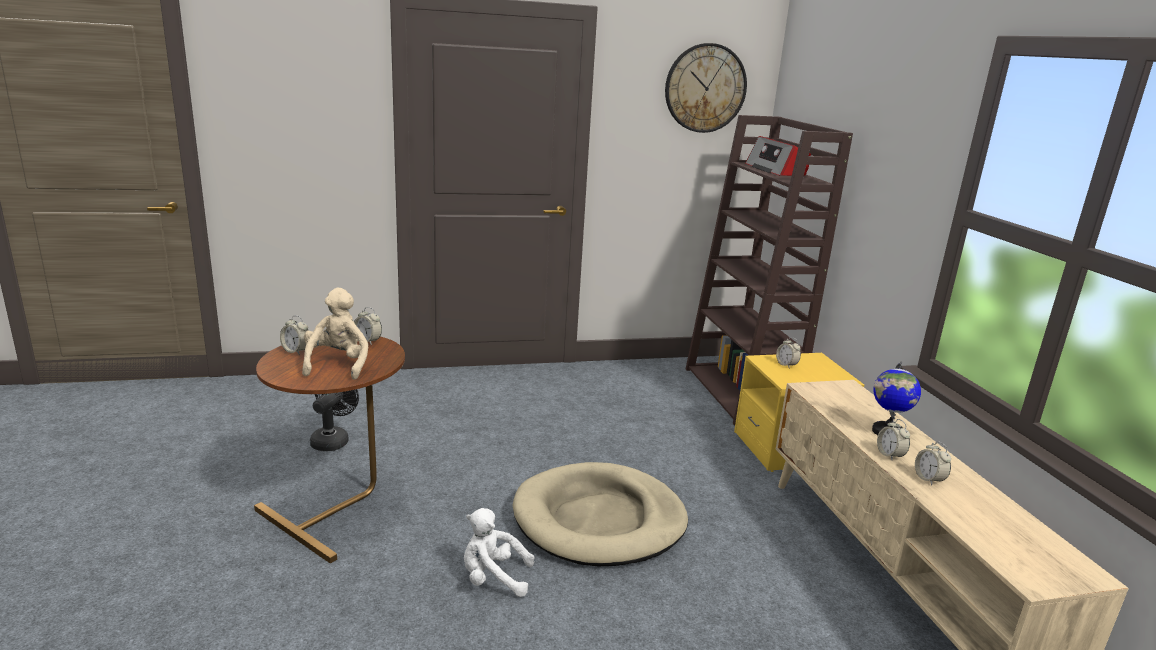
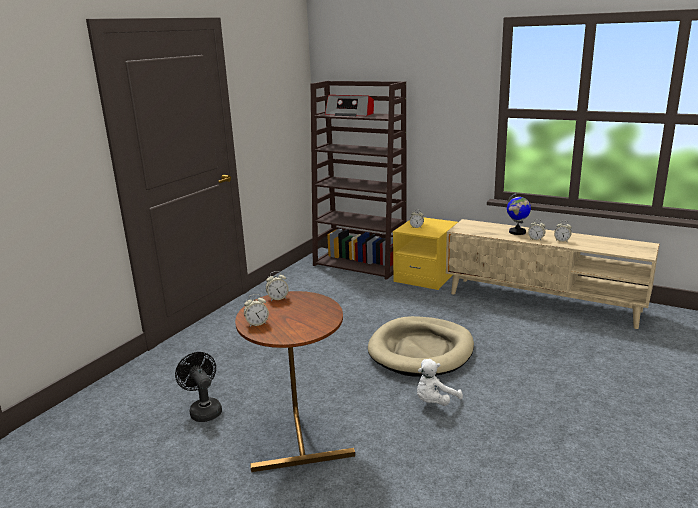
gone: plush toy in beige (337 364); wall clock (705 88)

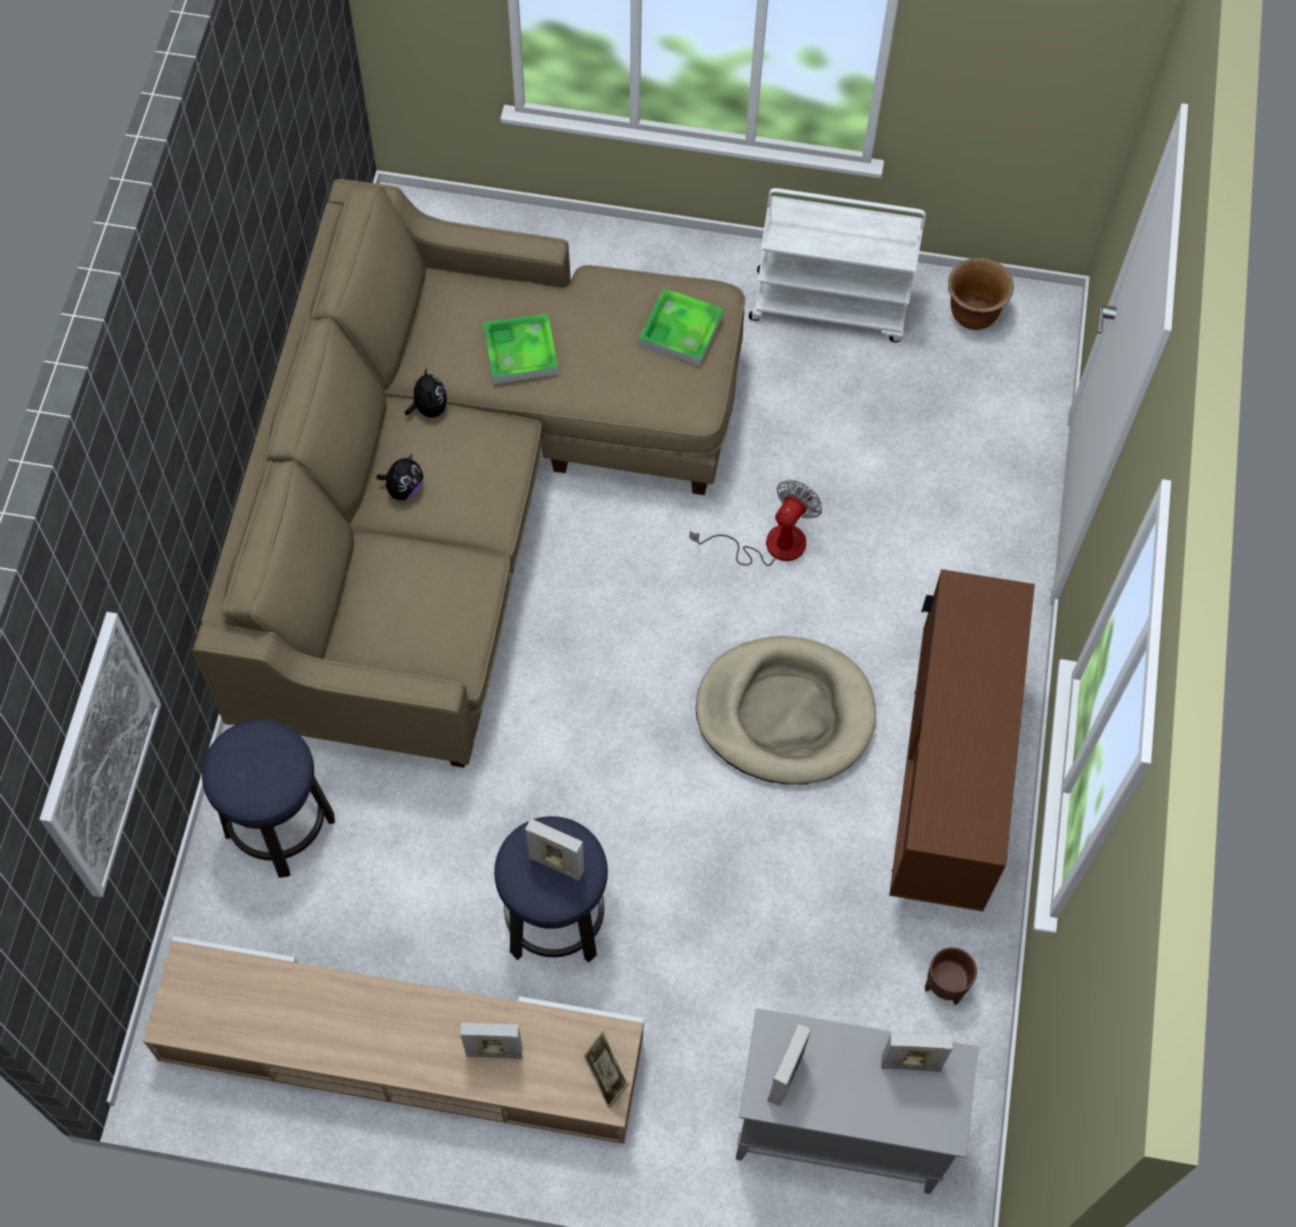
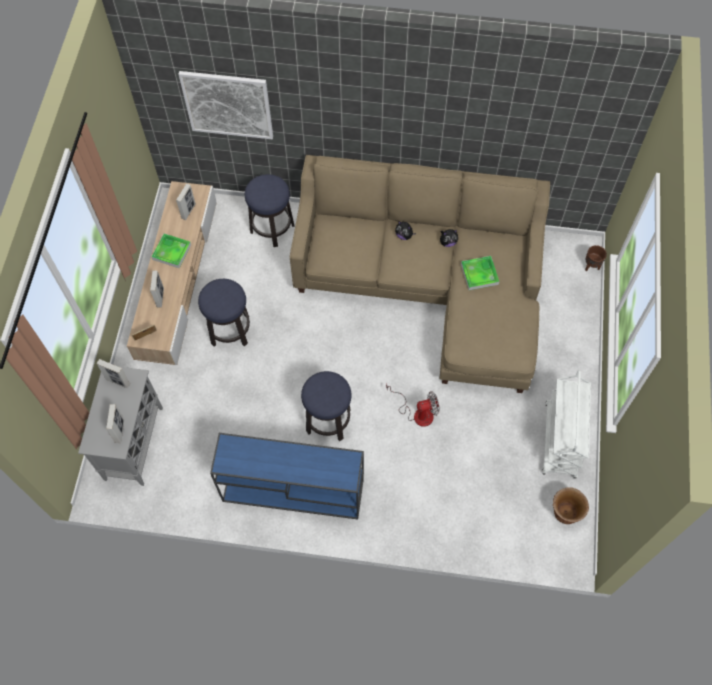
shifted: picture frame (556 864) to (188 211); tray (681 330) to (172 252); planter in brown (945 988) to (591 266)
swapped: dog bed in beige (785 713) to stool (328 420); cabinet in brown (943 788) to console table in blue (291 491)
rotated: fan (770 544) = (417 413) 45 degrees counterclockwise

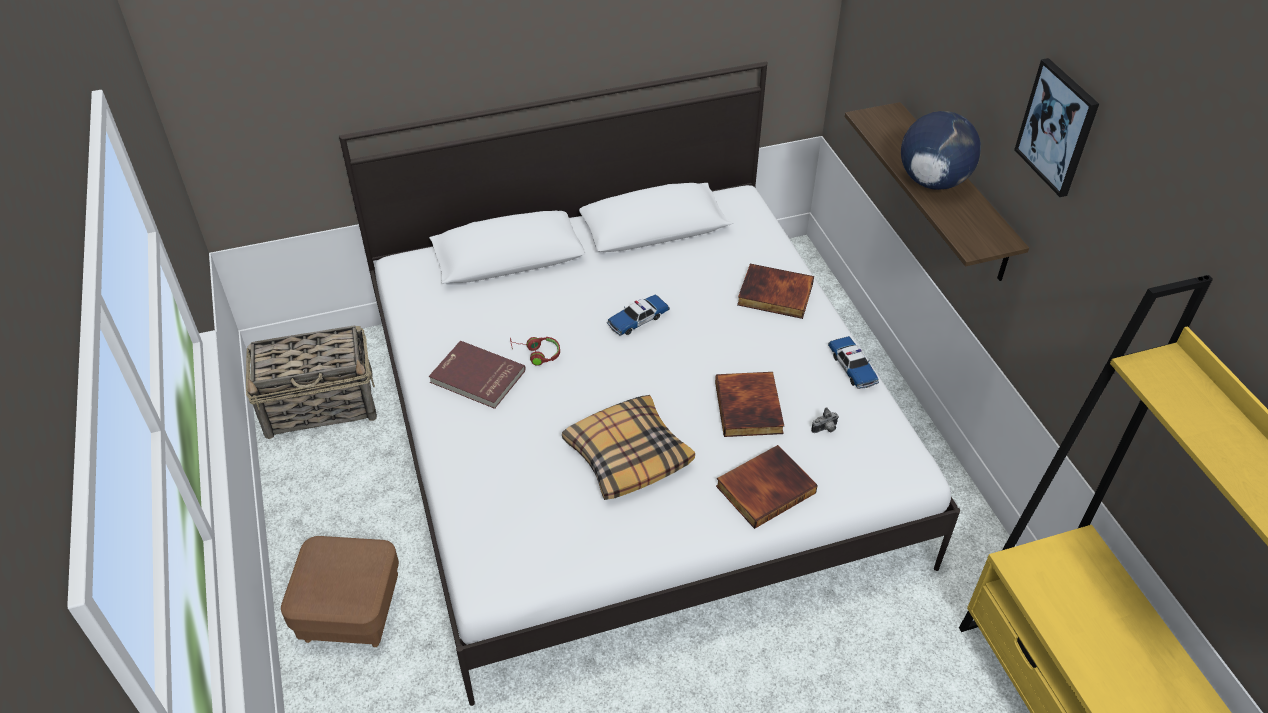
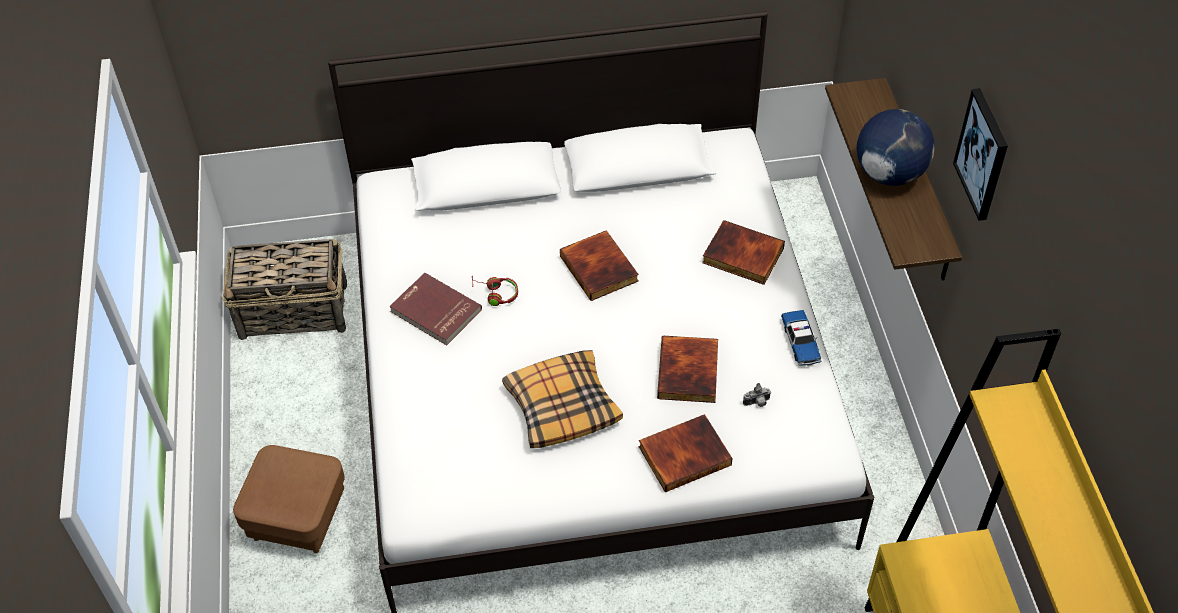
swapped: toy car (638 320) to book (600 268)

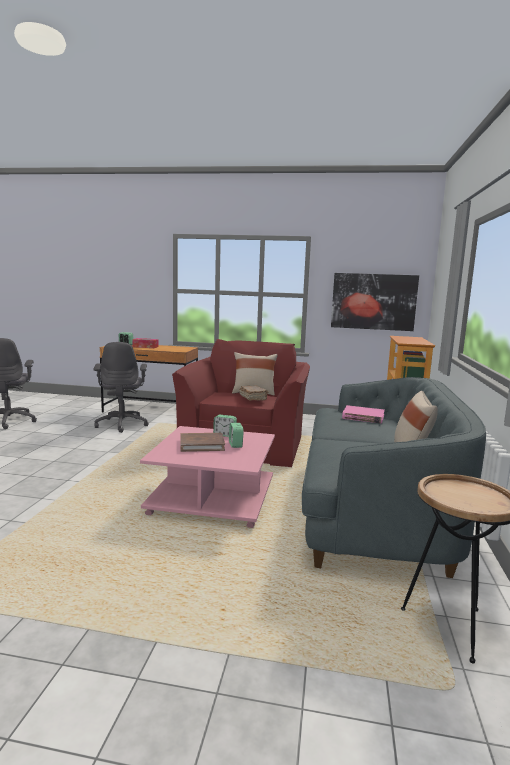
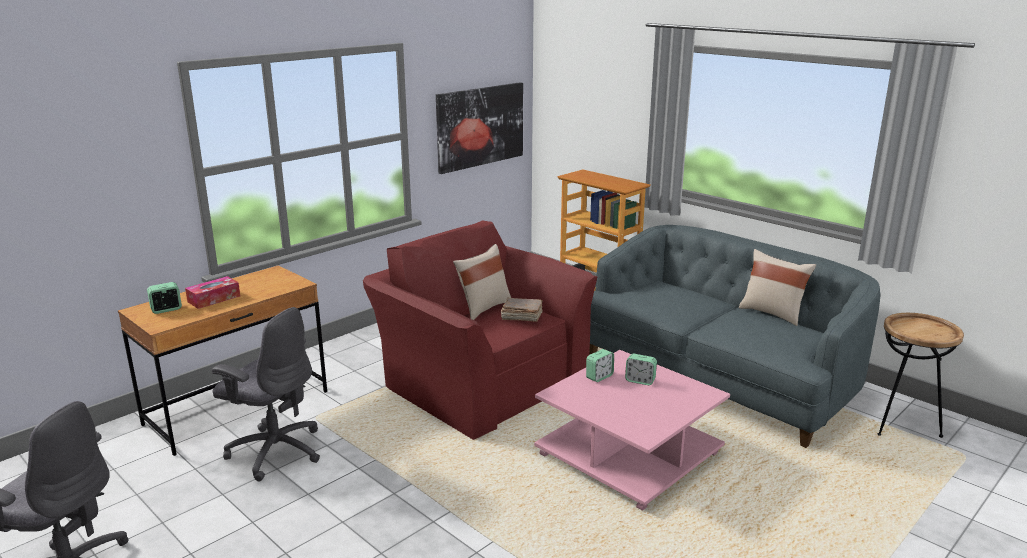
gone: book in brown (202 444); book in pink (363 417)

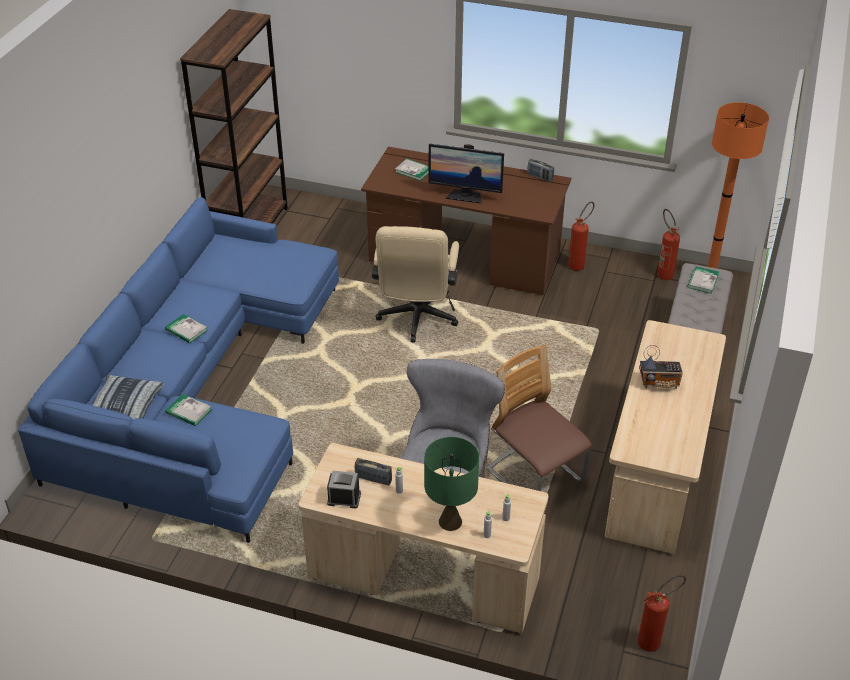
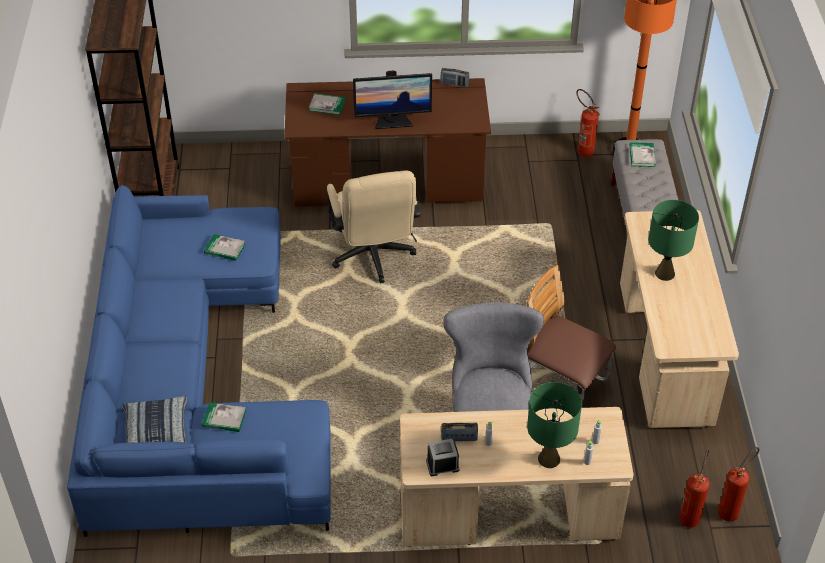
shifted: book (186 330) to (225 249); fire extinguisher (578 264) to (690 515)
swapped: radio (659 383) to table lamp in green (665 273)

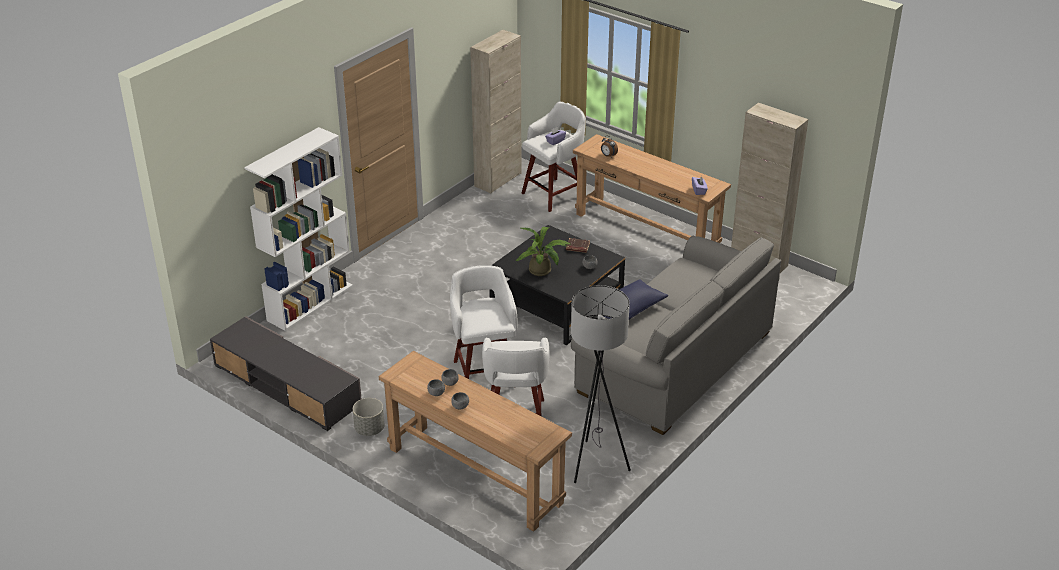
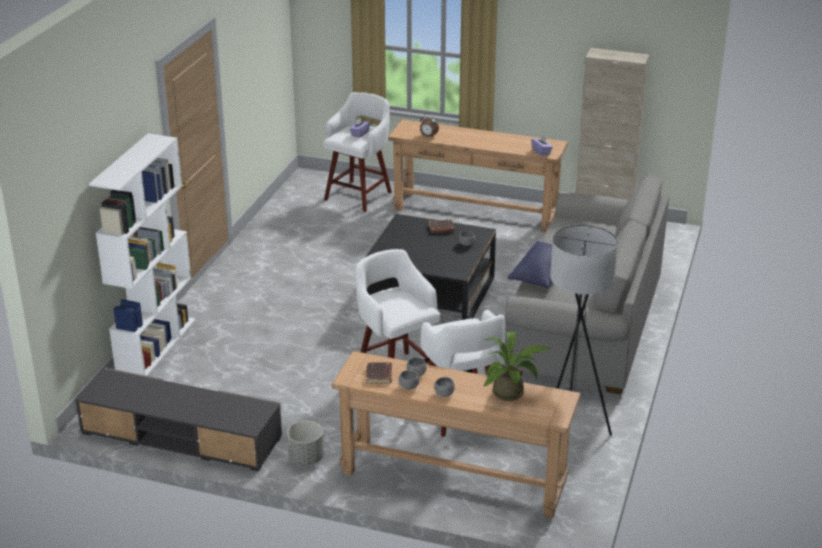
gone: cabinet in beige (498 180)
new: book in brown (379 375)
shifted: potted plant (542 271) to (512 393)

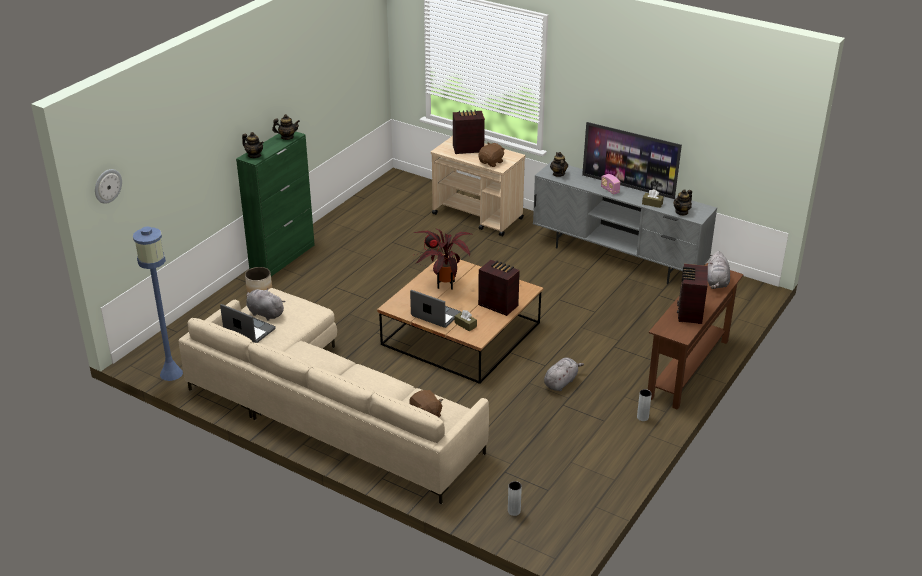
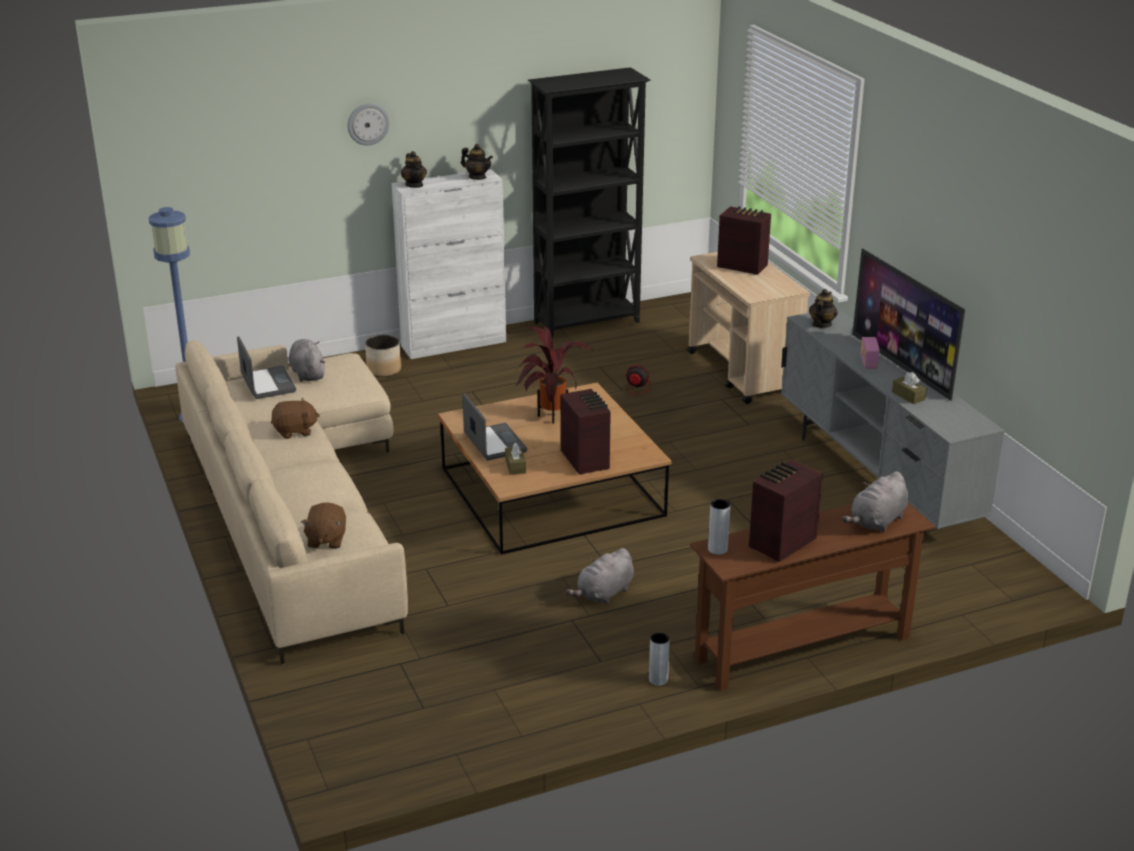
gone: teapot (681 212)
new: bookcase in black (588 323)
shifted: wall clock (107 185) to (368 123); plush toy in brown (491 162) to (295 431); vase in grey (514 511) to (717 549)
repainted: cabinet in green (283 258) to cabinet in white (454 344)
rotated: plush toy in grey (561 382) = (604 594) 150 degrees clockwise

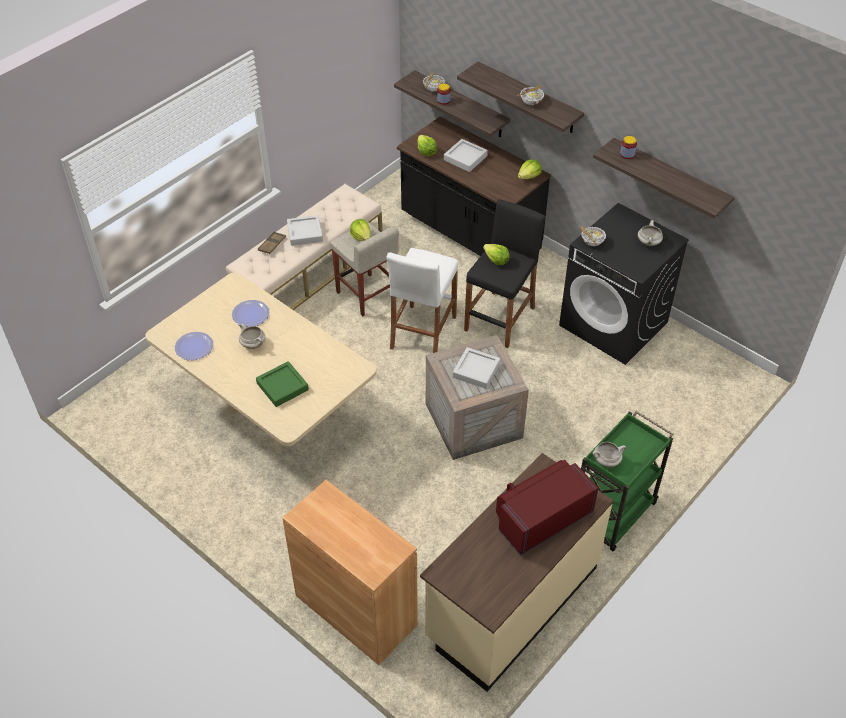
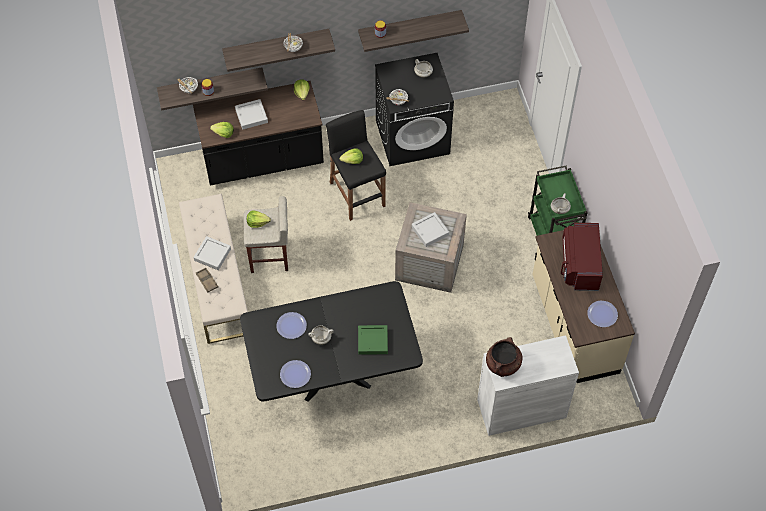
gone: stool in white (422 332)
new: cooking pot in brown (503 364); plate (602 314)
repainted: dining table in beige (269 415) to dining table in black (333 375); cabinet in brown (356 610) to cabinet in white (521 408)

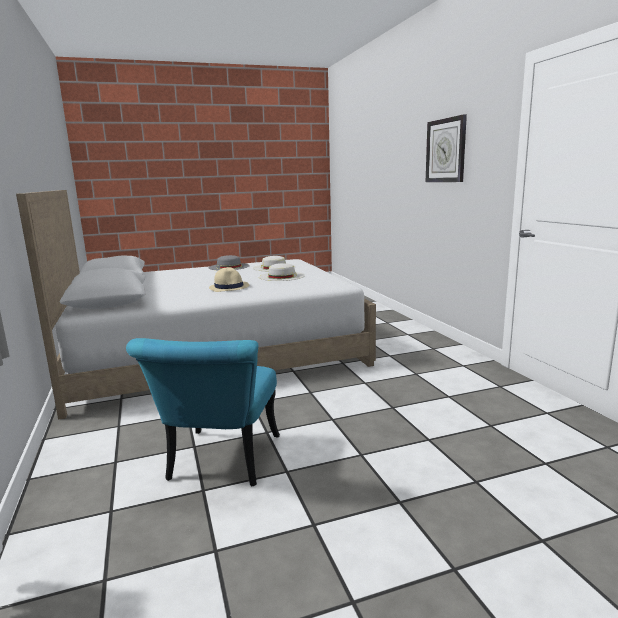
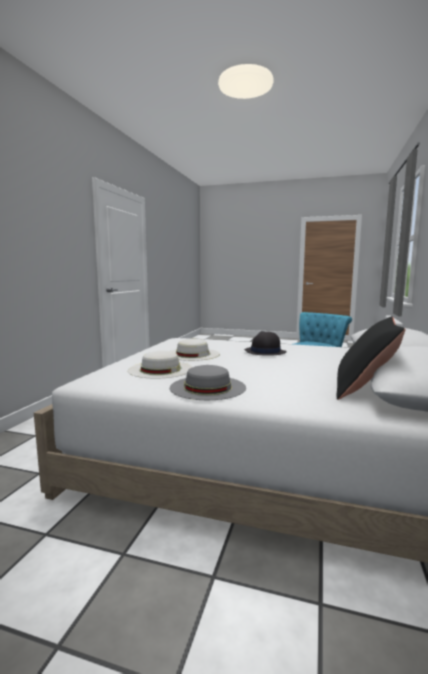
gone: wall clock (446 150)
new: pillow in black (364 389)
repainted: hat in beige (229 287) to hat in black (264 352)

